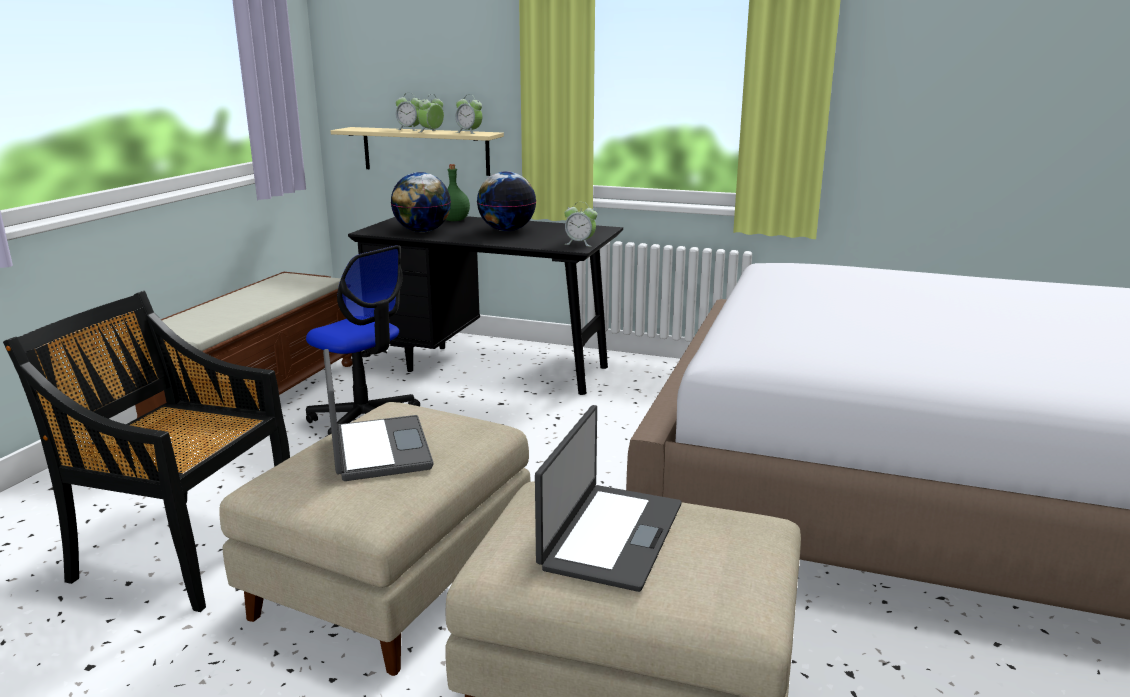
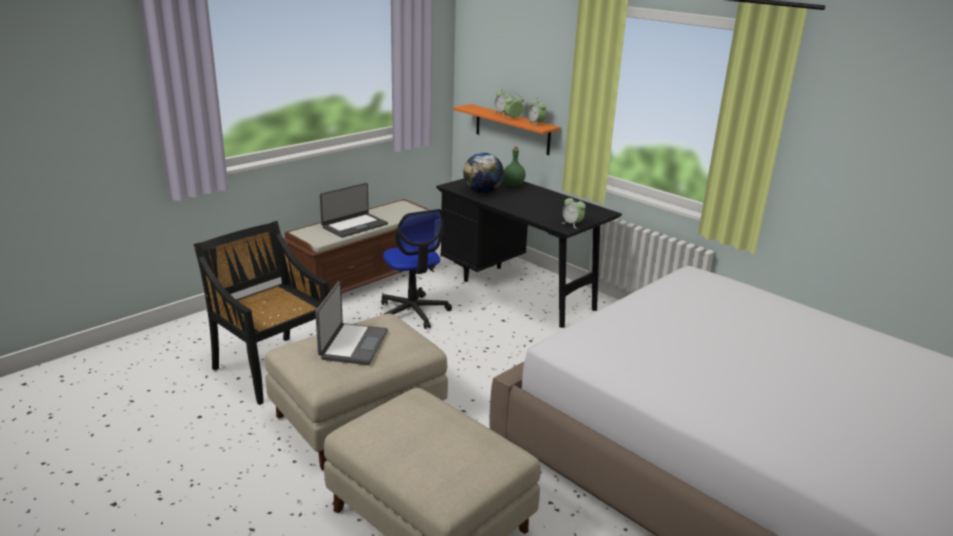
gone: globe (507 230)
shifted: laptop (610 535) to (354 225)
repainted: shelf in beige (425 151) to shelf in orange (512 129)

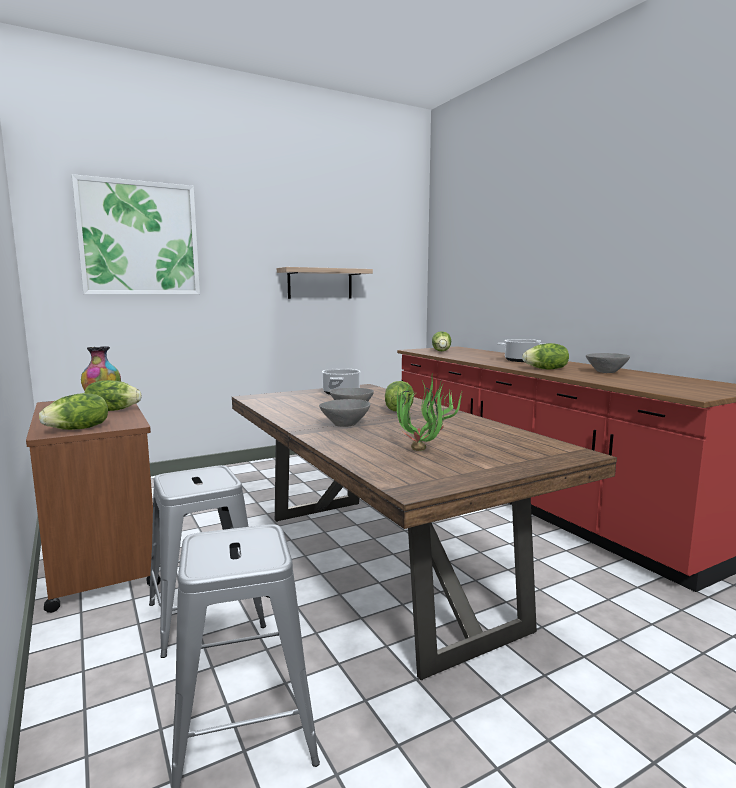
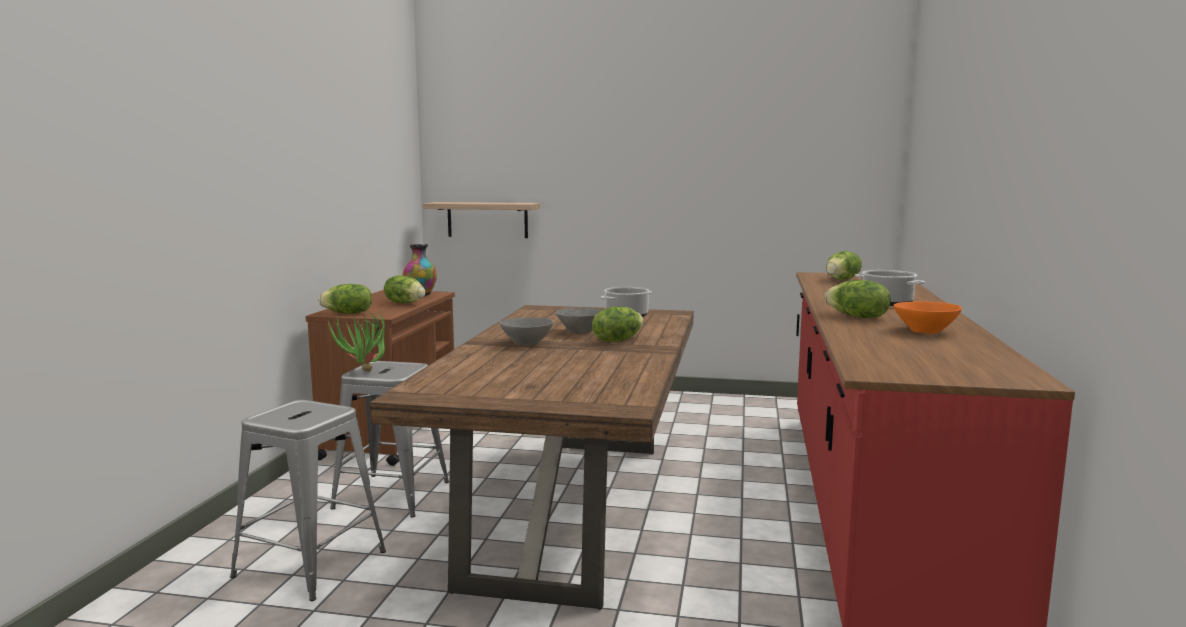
gone: picture (139 239)
shifted: shelf (320 283) to (487 219); potted plant (424 453) to (364 374)
repainted: bowl in grey (605 372) to bowl in orange (924 331)

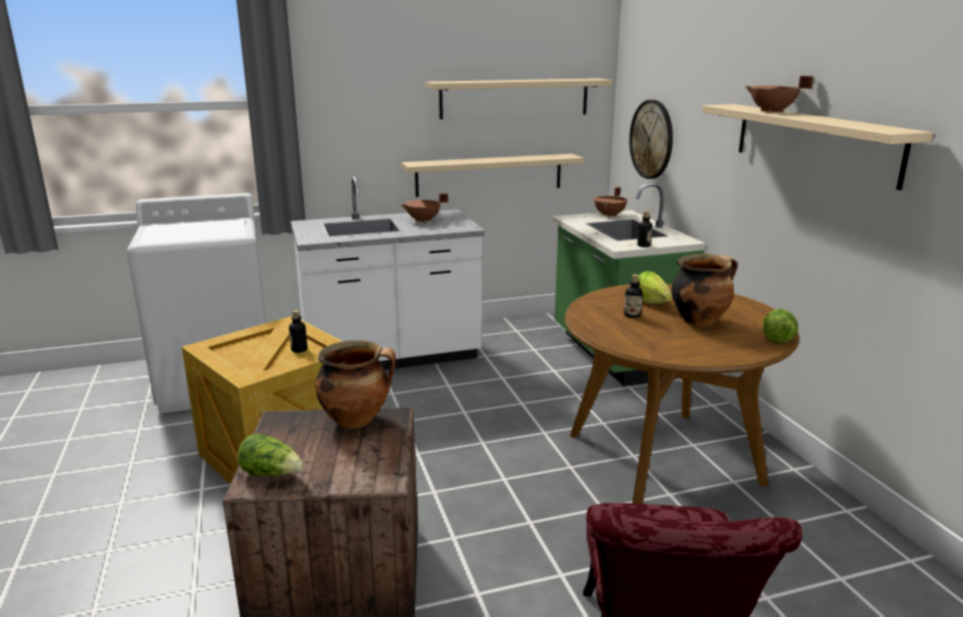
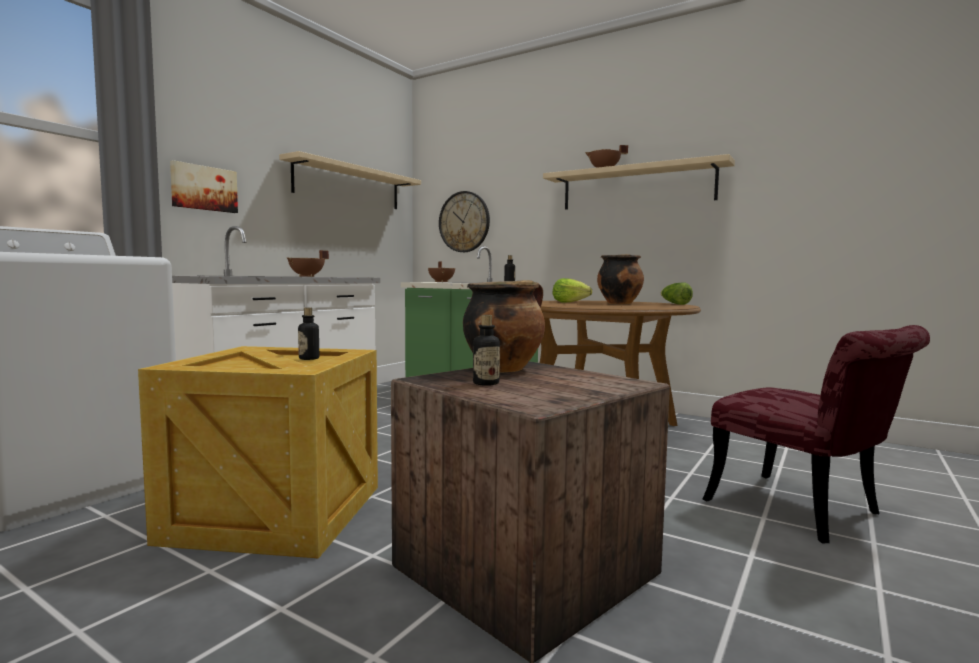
gone: lettuce (272 473); shelf in beige (489 175)
new: picture (204 188)
shifted: bottle (632 315) to (486 383)

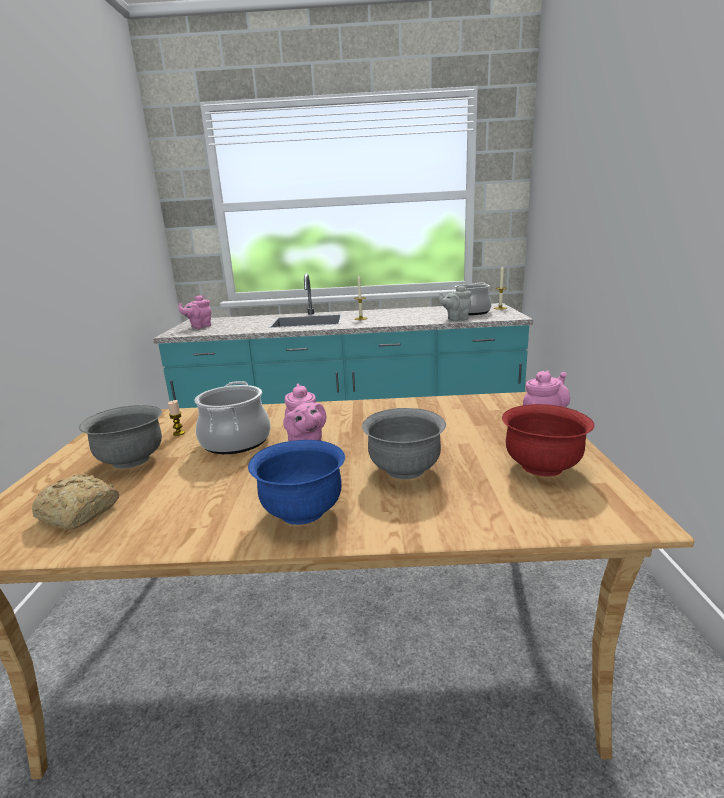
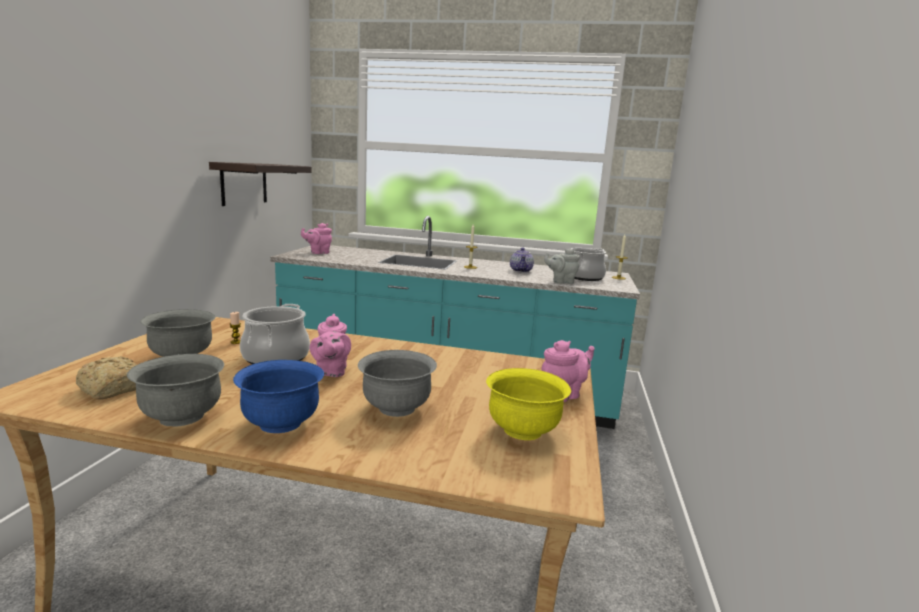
new: bowl in grey (182 417); shelf (244 183); teapot (521 271)
repainted: bowl in red (542 467) to bowl in yellow (523 431)

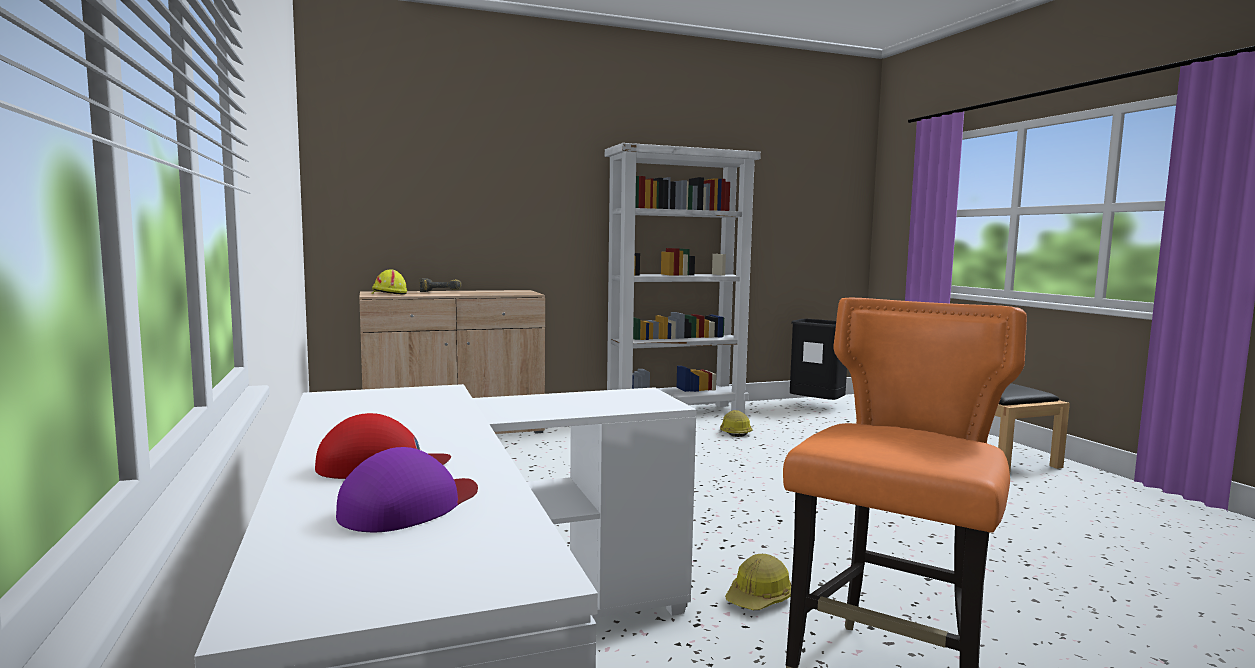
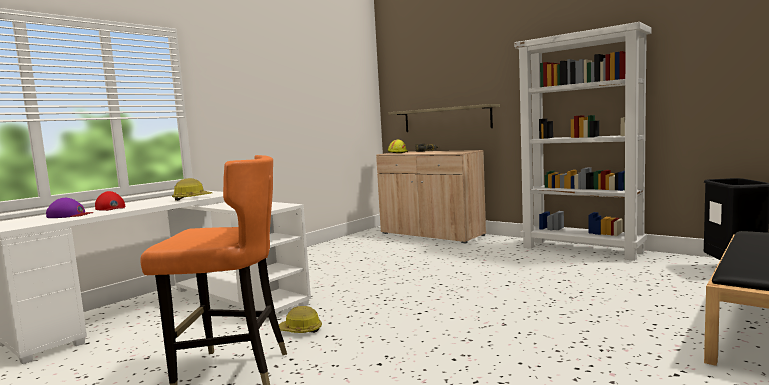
new: shelf (446 119)
shifted: hard hat (734 432) to (192 198)

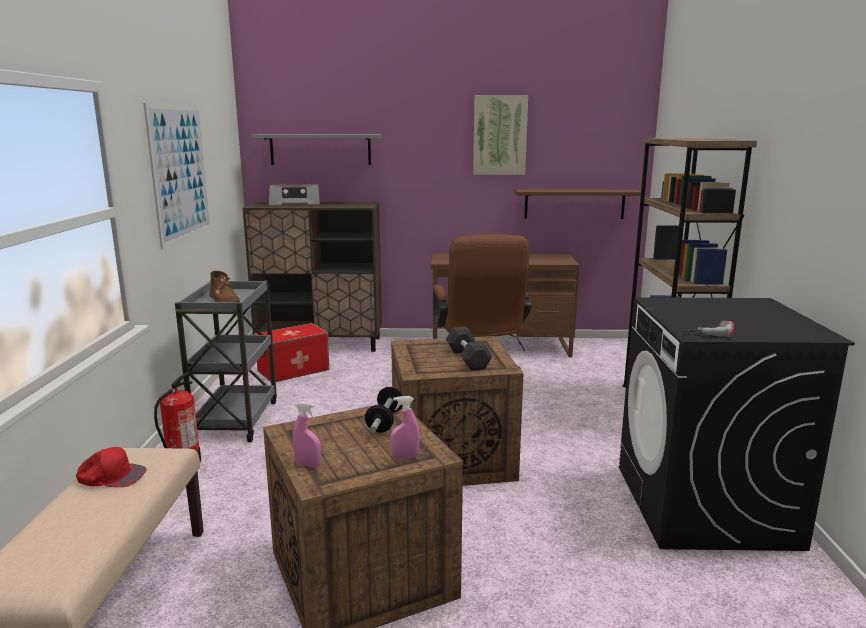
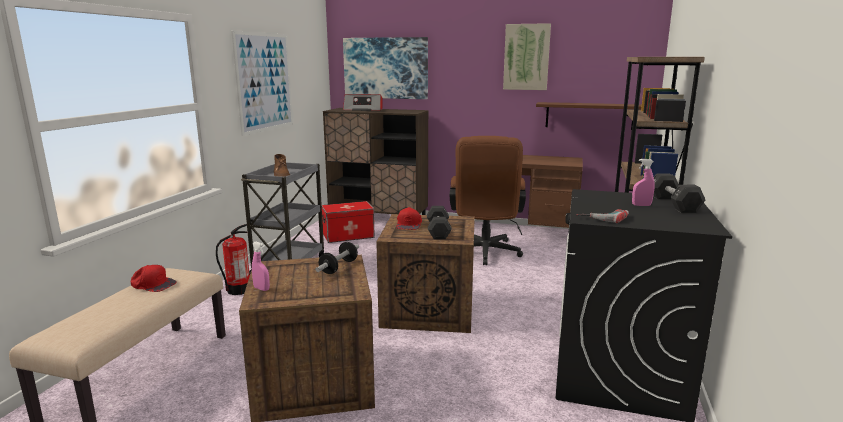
new: cap in red (409 224); dumbbell in black (673 204)
shifted: spray bottle in pink (405 457) to (641 205)
swapped: shelf in grey (320 149) to picture (385 68)

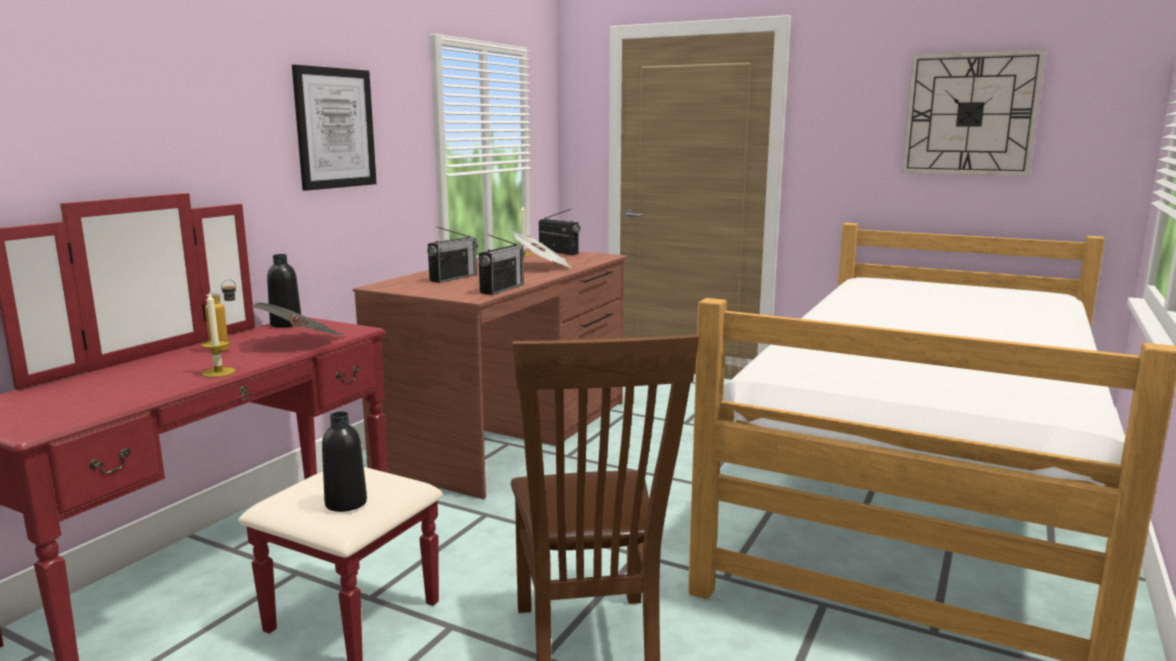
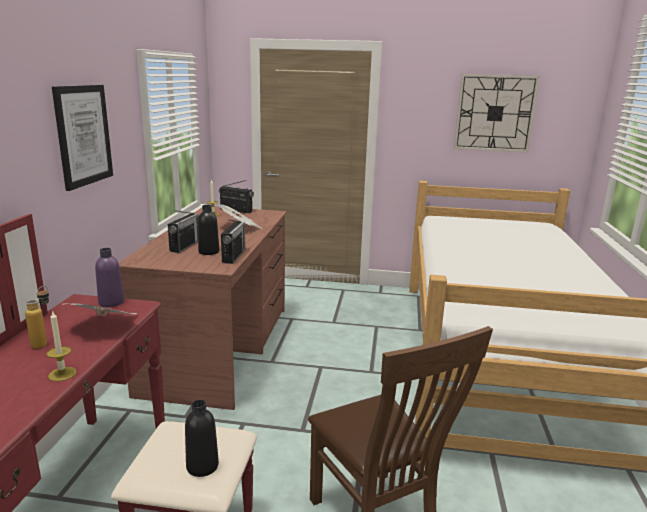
new: bottle in purple (111 302)
shifted: bottle in black (286 324) to (209 252)

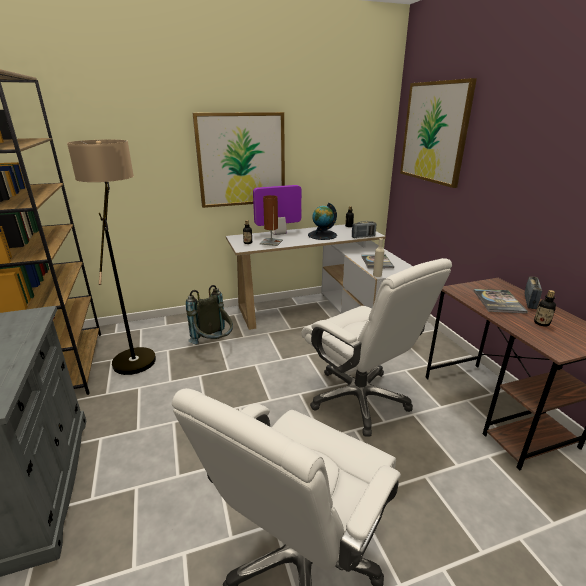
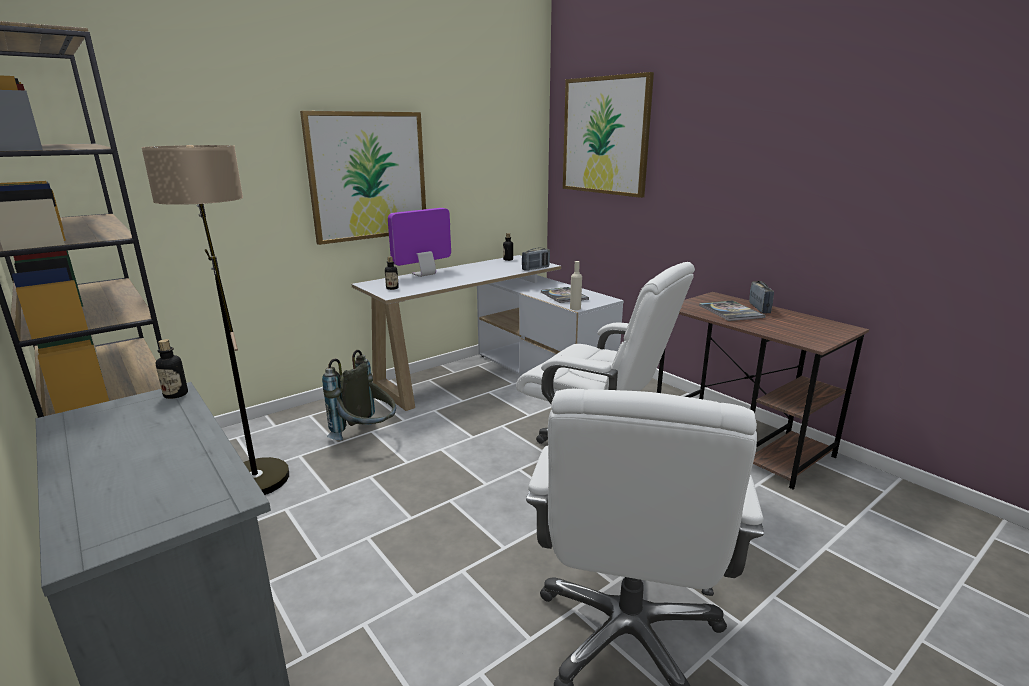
gone: table lamp in brown (271 242); globe (322 235)
shifted: bottle (541 323) to (176 394)

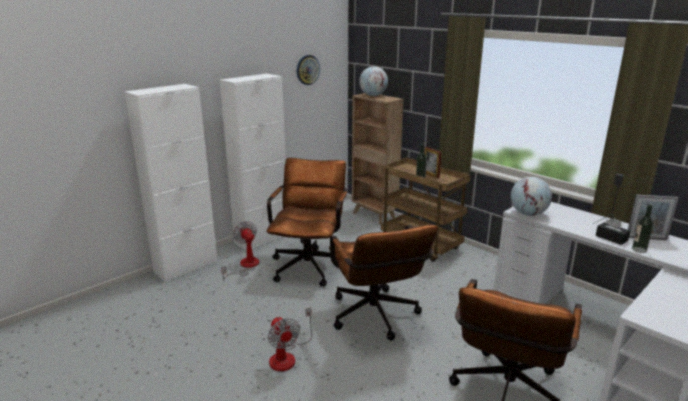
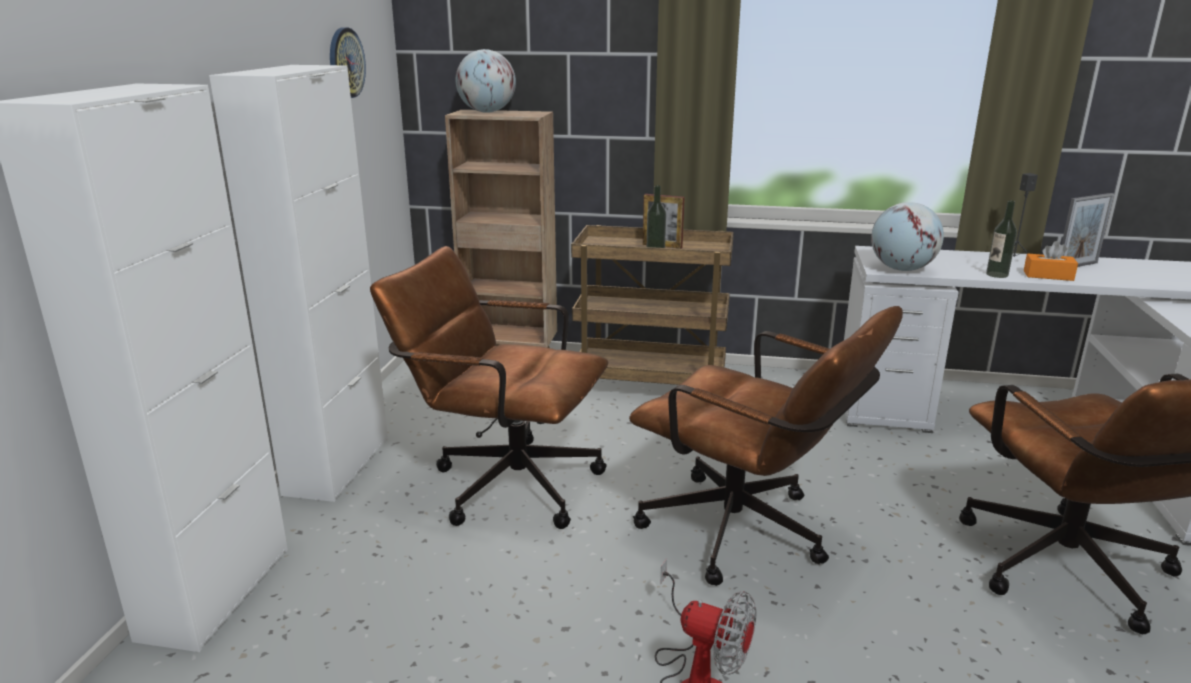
gone: fan (245 266)
shifted: bottle (639 250) to (997 274)
repainted: tissue box in black (611 238) to tissue box in orange (1048 275)
rotated: office chair in brown (309 264) = (503 482) 45 degrees counterclockwise

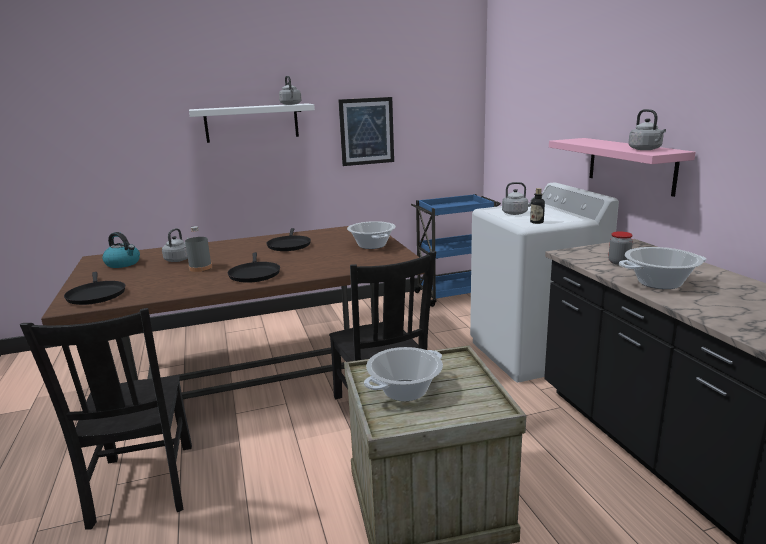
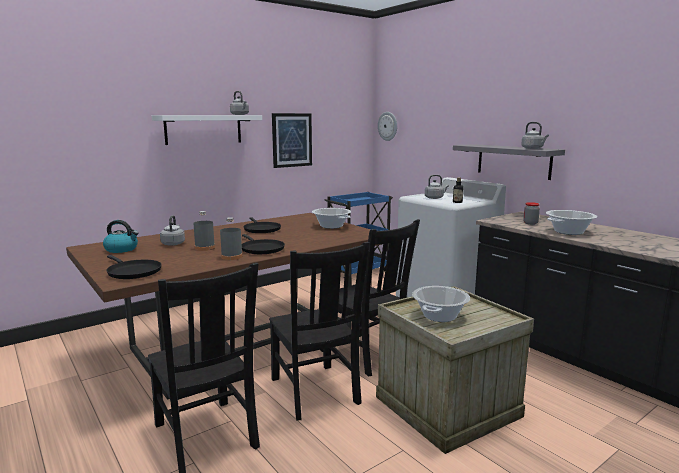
new: bottle in grey (232 257); chair in black (315 392); wall clock (388 126)
repainted: shelf in pink (630 165) to shelf in grey (513 161)

